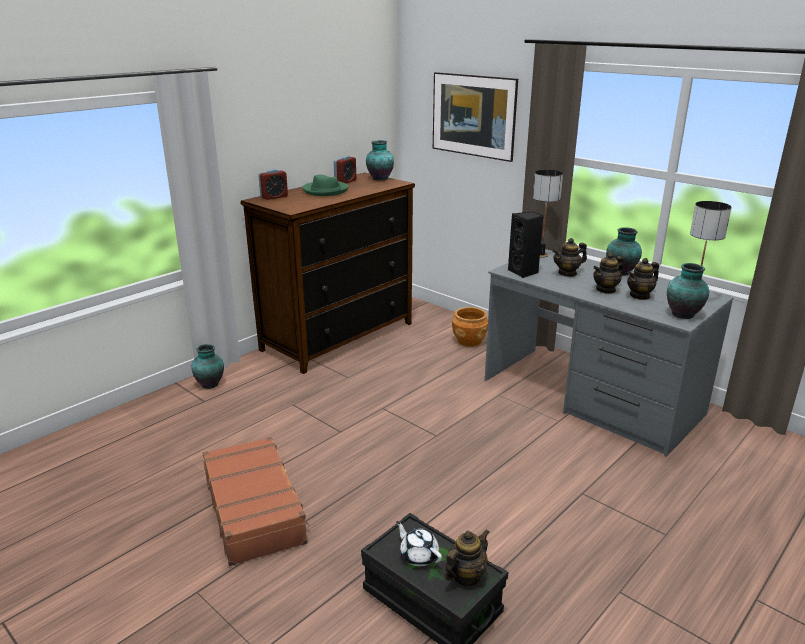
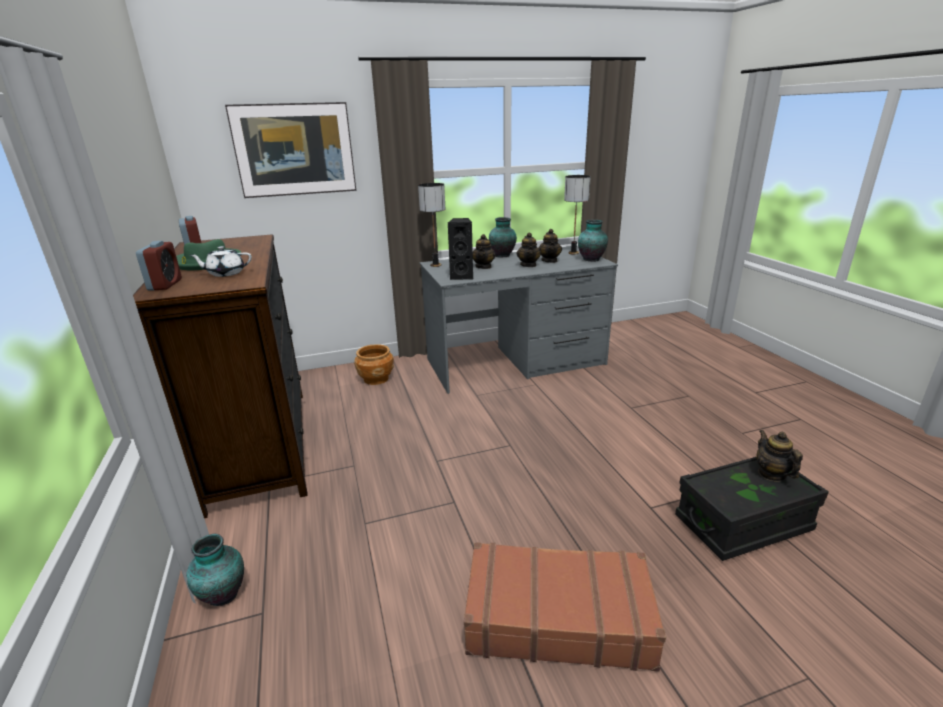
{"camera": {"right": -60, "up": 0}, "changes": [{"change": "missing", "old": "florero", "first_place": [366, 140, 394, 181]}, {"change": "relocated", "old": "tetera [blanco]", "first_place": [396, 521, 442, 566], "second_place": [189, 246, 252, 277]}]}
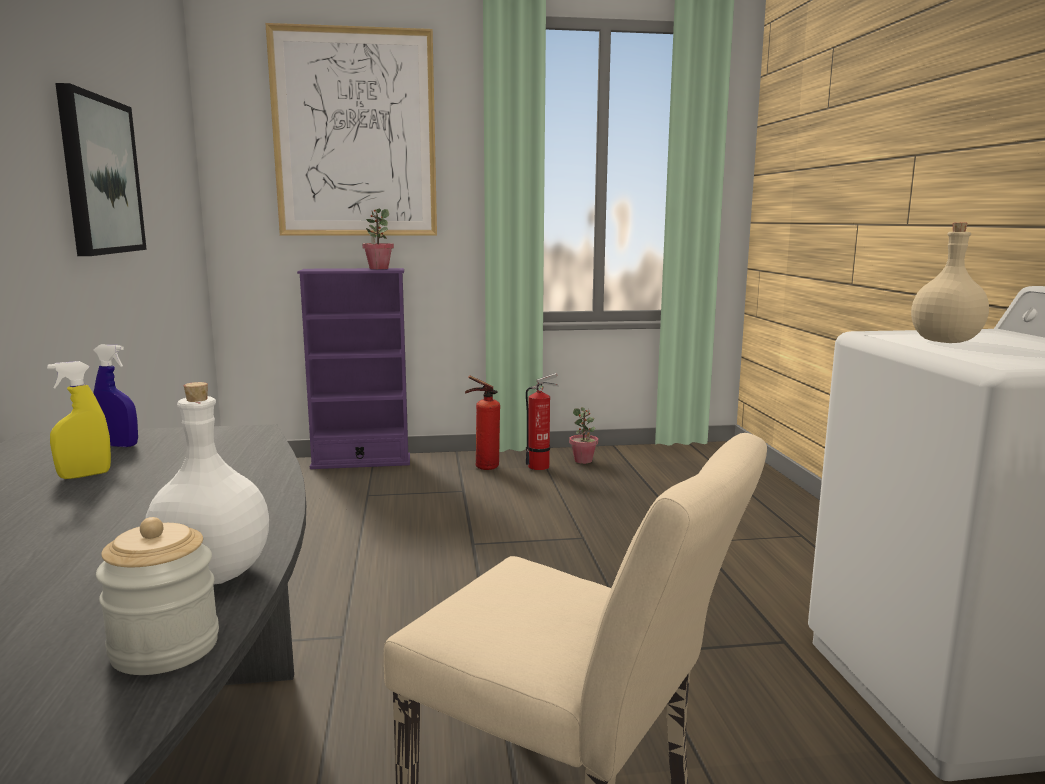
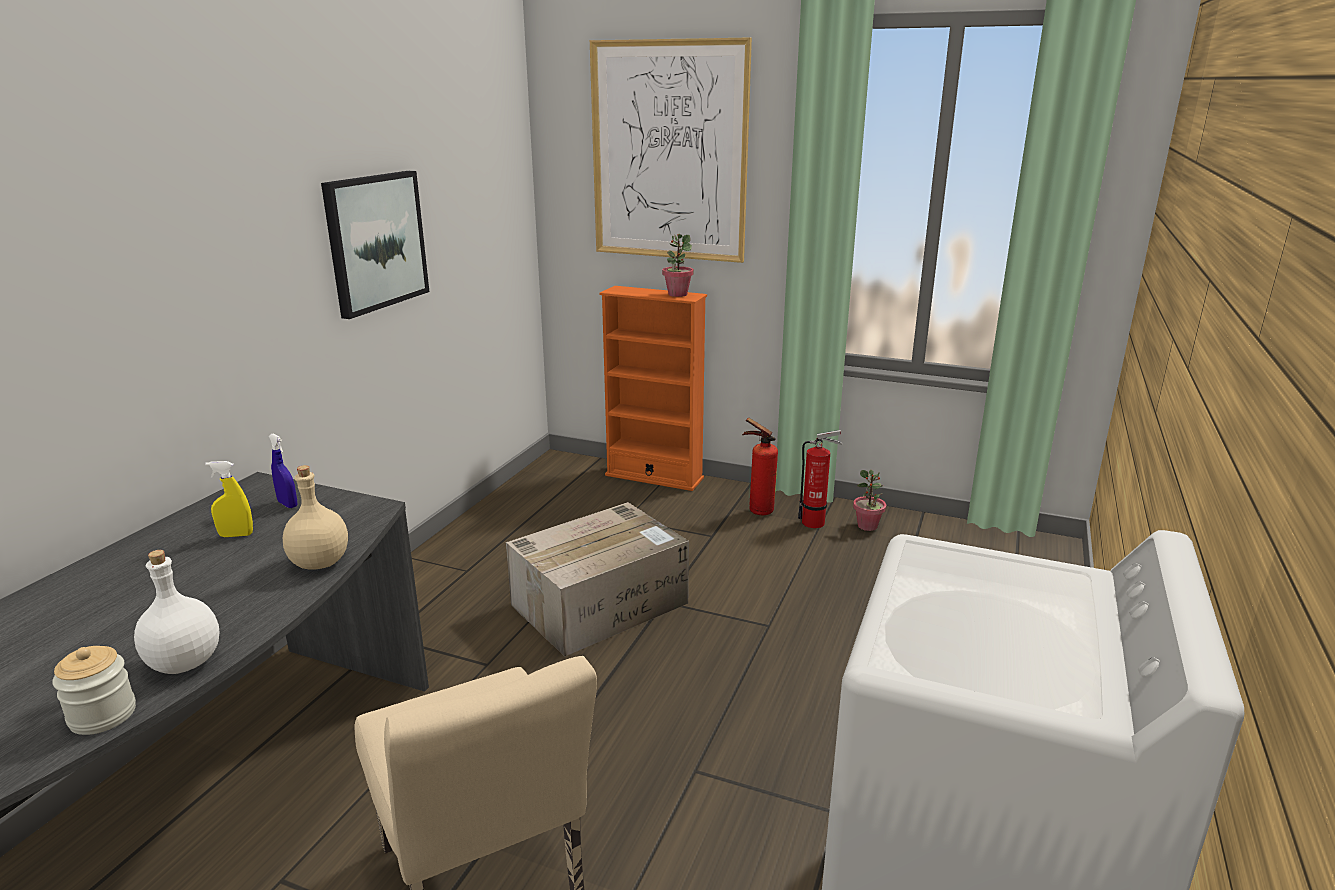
{"camera": {"right": 30, "up": 10}, "changes": [{"change": "relocated", "old": "botella [beis]", "first_place": [911, 222, 989, 343], "second_place": [283, 465, 348, 569]}, {"change": "colour", "old": "estantería [morado]", "new": "estantería [naranja]", "first_place": [297, 268, 410, 469], "second_place": [599, 286, 707, 491]}, {"change": "appeared", "new": "caja de cartón", "second_place": [506, 502, 689, 657]}]}
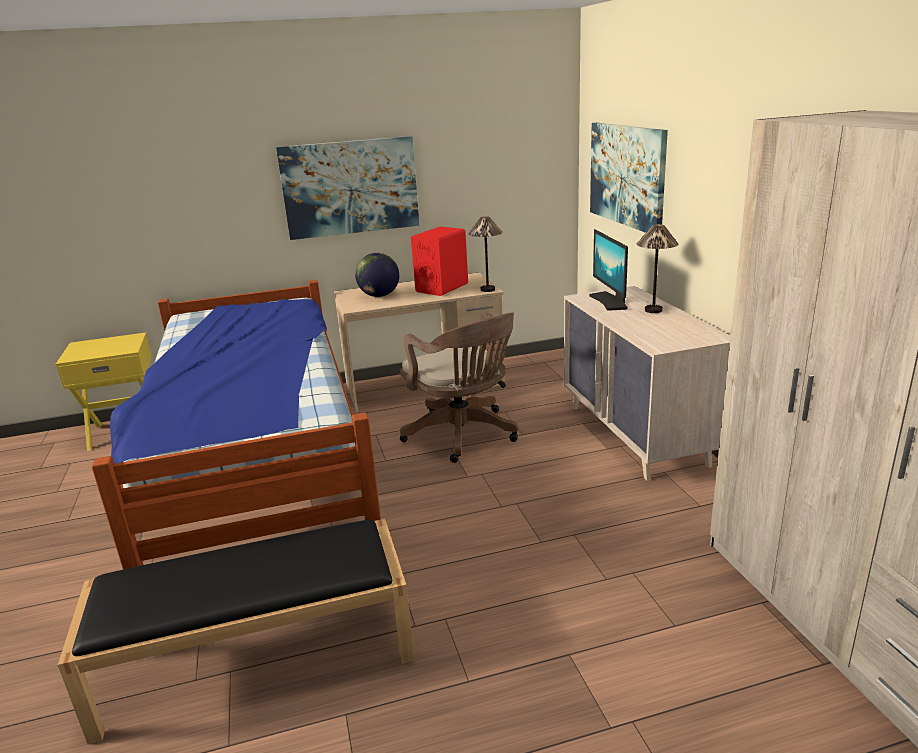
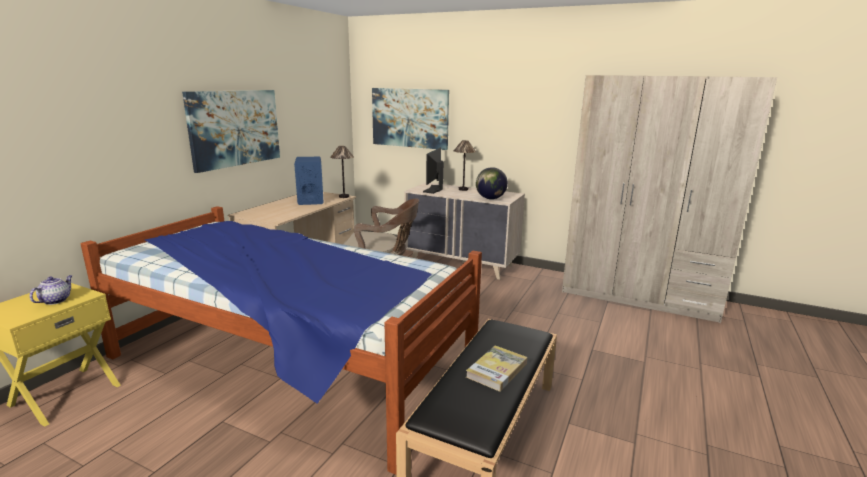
{"camera": {"right": -50, "up": -5}, "changes": [{"change": "colour", "old": "altavoz [rojo]", "new": "altavoz [azul]", "first_place": [411, 227, 468, 296], "second_place": [294, 157, 323, 205]}, {"change": "spun", "old": "monitor", "first_place": [589, 229, 628, 311], "second_place": [423, 147, 444, 194], "degrees": 75}, {"change": "relocated", "old": "globo terráqueo", "first_place": [355, 253, 399, 297], "second_place": [476, 167, 508, 199]}, {"change": "appeared", "new": "tetera", "second_place": [30, 275, 73, 305]}, {"change": "appeared", "new": "libro", "second_place": [466, 346, 527, 392]}]}
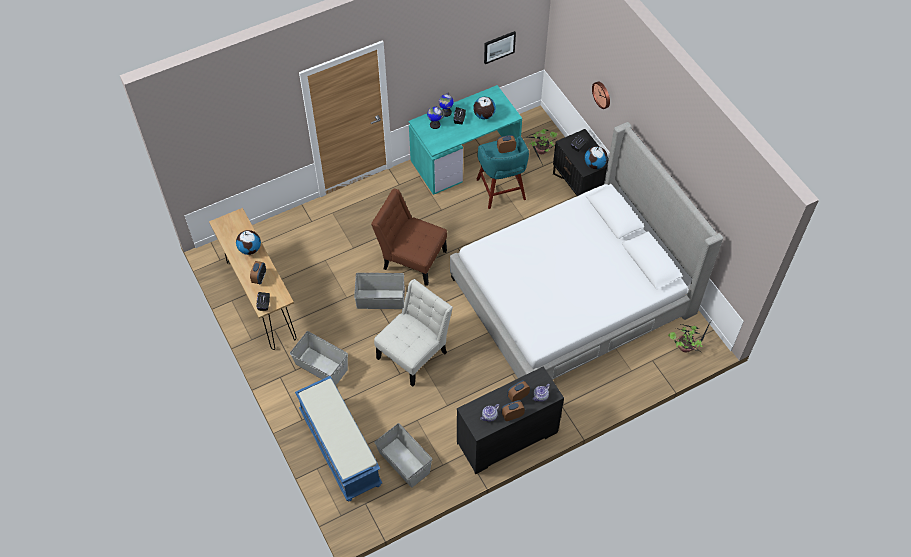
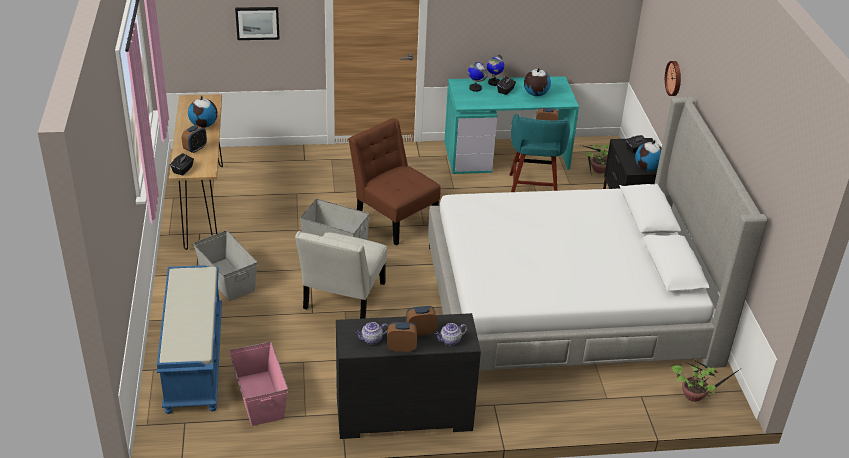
{"camera": {"right": 20, "up": -20}, "changes": [{"change": "relocated", "old": "cuadro", "first_place": [484, 31, 516, 64], "second_place": [235, 7, 280, 40]}, {"change": "spun", "old": "silla [blanco]", "first_place": [374, 279, 453, 387], "second_place": [295, 231, 387, 319], "degrees": 135}, {"change": "colour", "old": "caja de almacenaje [gris]", "new": "caja de almacenaje [rosa]", "first_place": [374, 423, 432, 488], "second_place": [229, 342, 288, 426]}]}
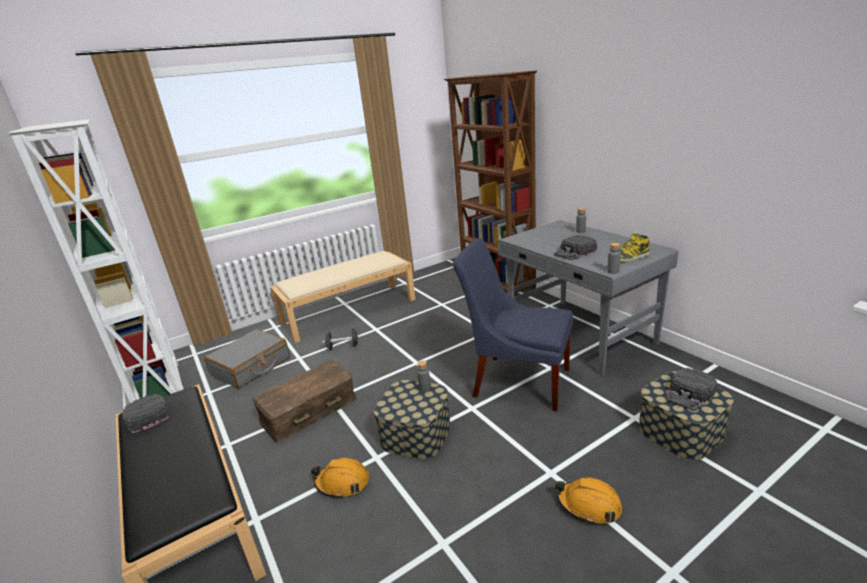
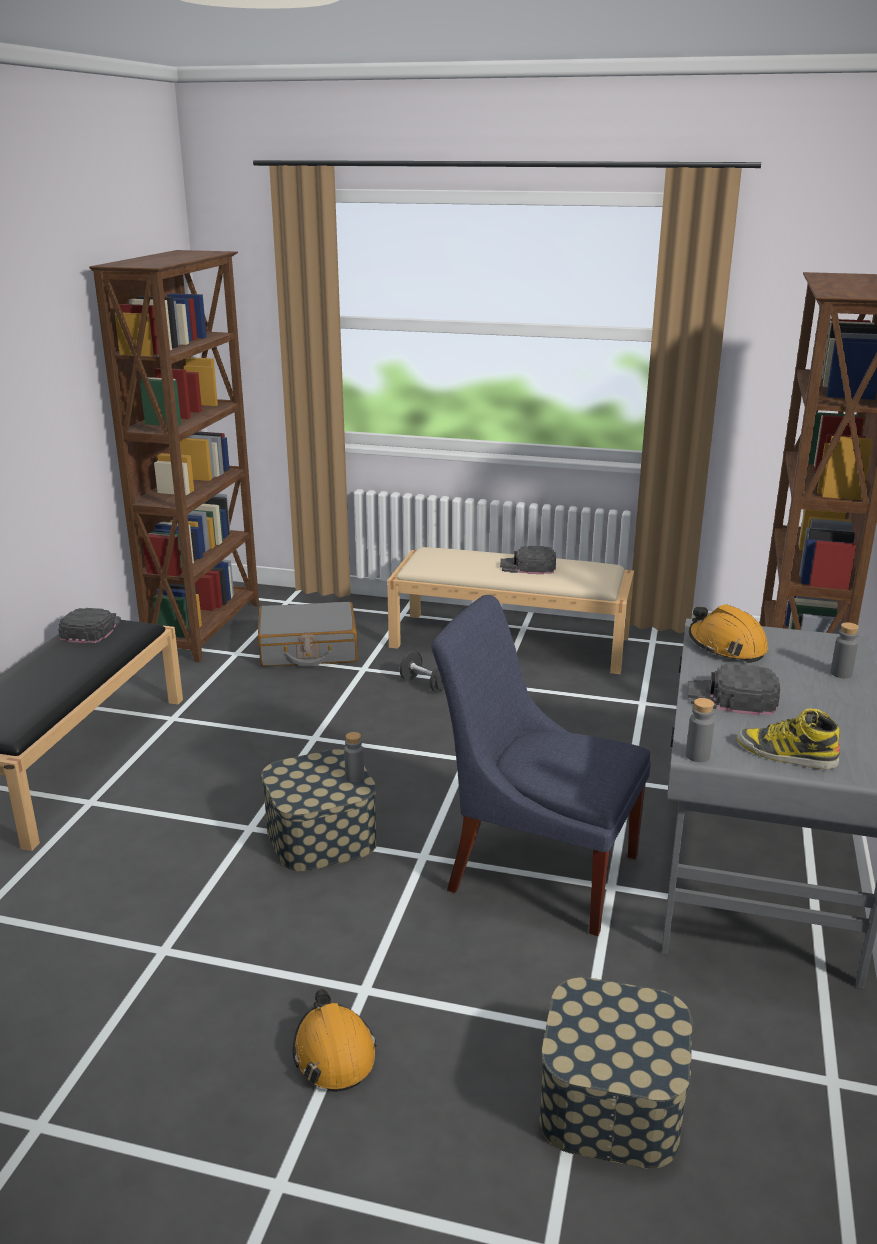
{"camera": {"right": 45, "up": 0}, "changes": [{"change": "colour", "old": "estantería [blanco]", "new": "estantería [marrón]", "first_place": [9, 119, 184, 404], "second_place": [89, 250, 259, 662]}, {"change": "spun", "old": "silla [azul]", "first_place": [453, 238, 573, 411], "second_place": [432, 595, 651, 936], "degrees": -45}, {"change": "missing", "old": "caja de almacenaje [marrón]", "first_place": [252, 360, 357, 443]}, {"change": "relocated", "old": "gorra [negro]", "first_place": [665, 368, 717, 411], "second_place": [500, 546, 556, 574]}, {"change": "relocated", "old": "casco [naranja]", "first_place": [311, 458, 369, 499], "second_place": [689, 604, 768, 663]}]}
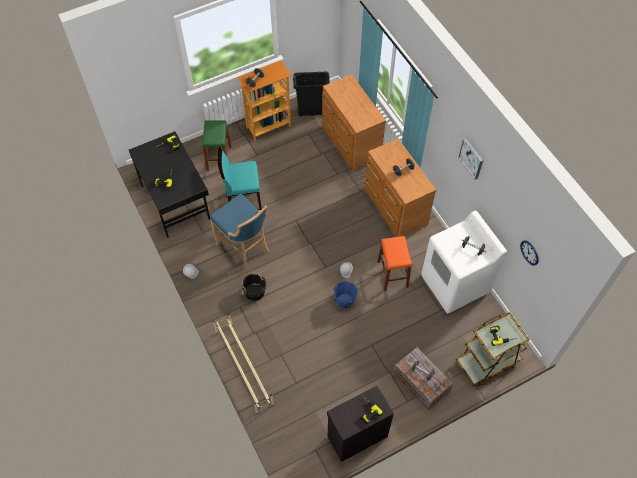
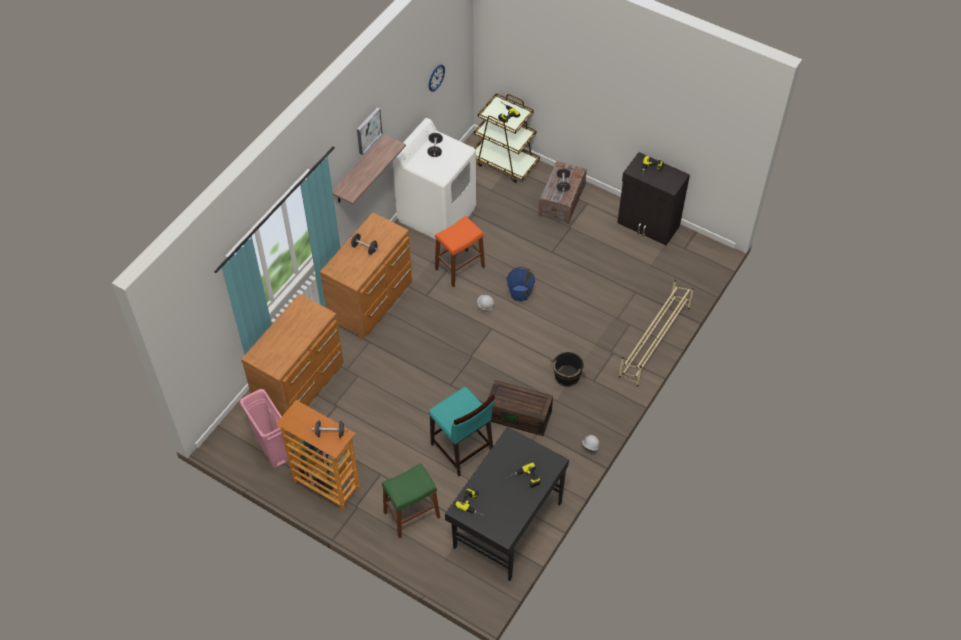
{"camera": {"right": -120, "up": -5}, "changes": [{"change": "colour", "old": "papelera [negro]", "new": "papelera [rosa]", "first_place": [293, 71, 330, 116], "second_place": [240, 389, 288, 468]}, {"change": "exchanged", "old": "taburete [azul]", "new": "caja de almacenaje [marrón]", "first_place": [210, 194, 269, 269], "second_place": [487, 380, 553, 436]}, {"change": "appeared", "new": "estante", "second_place": [332, 135, 406, 205]}]}
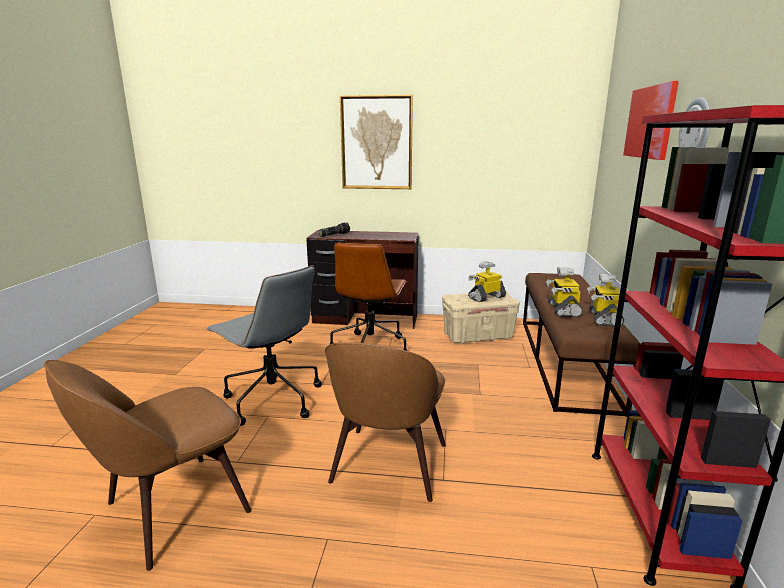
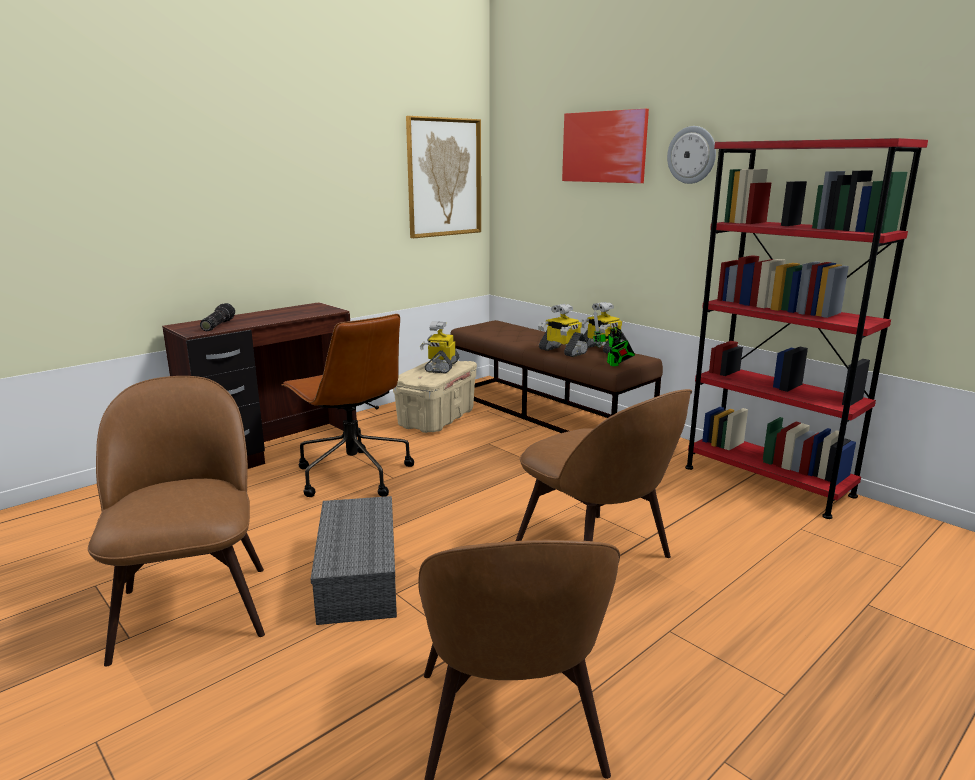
{"camera": {"right": -50, "up": 0}, "changes": [{"change": "relocated", "old": "cuadro", "first_place": [340, 95, 413, 189], "second_place": [406, 116, 481, 238]}, {"change": "exchanged", "old": "silla de oficina [gris]", "new": "caja de almacenaje [gris]", "first_place": [206, 265, 322, 426], "second_place": [311, 496, 397, 625]}, {"change": "appeared", "new": "robot de juguete", "second_place": [593, 311, 635, 366]}, {"change": "appeared", "new": "silla [marrón]", "second_place": [88, 376, 265, 667]}]}
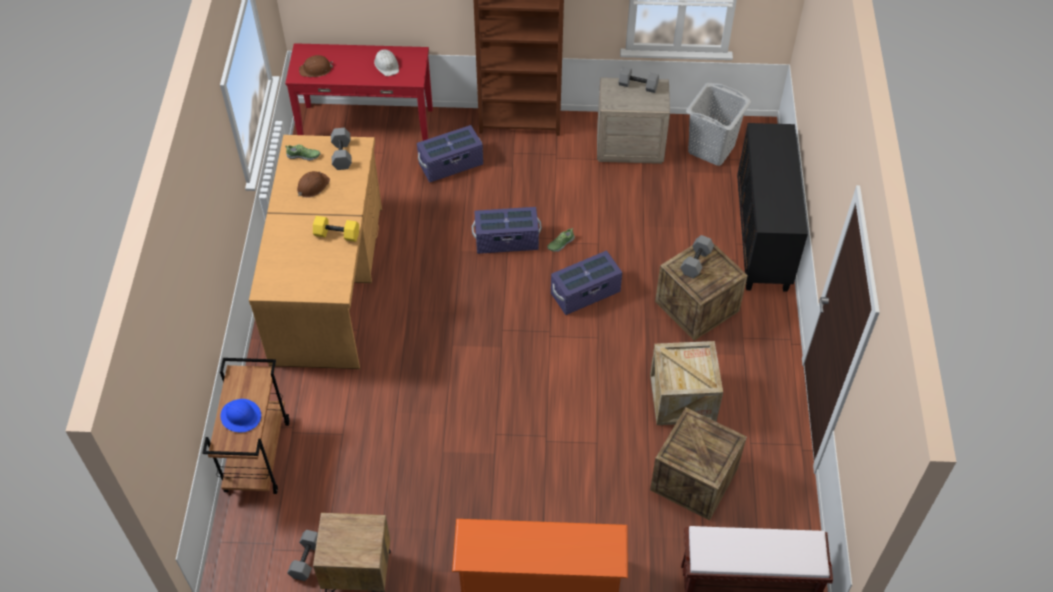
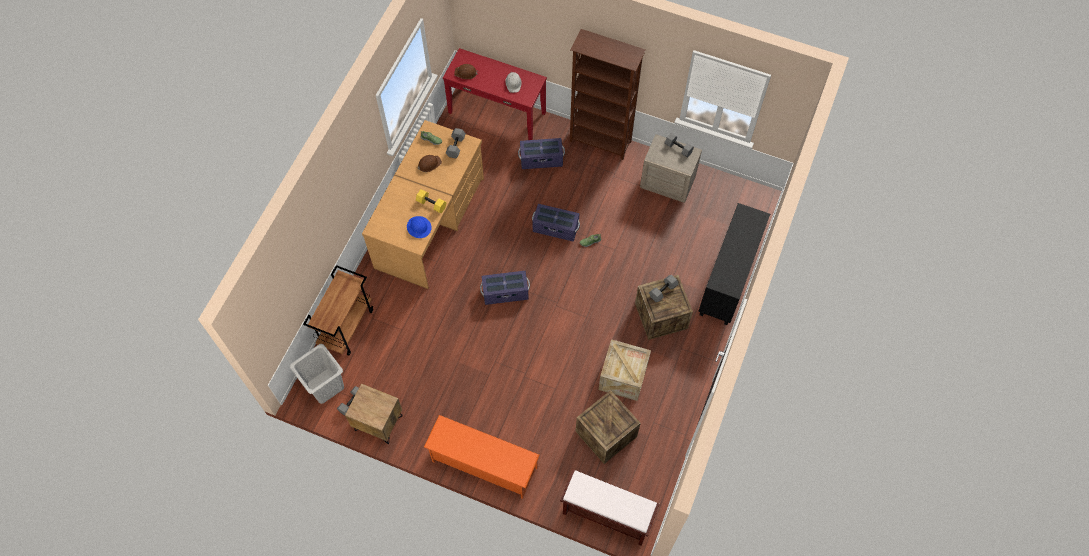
{"camera": {"right": 20, "up": 10}, "changes": [{"change": "relocated", "old": "cesto de la ropa [gris]", "first_place": [686, 82, 751, 166], "second_place": [290, 344, 344, 404]}, {"change": "relocated", "old": "caja de almacenaje [morado]", "first_place": [551, 251, 622, 315], "second_place": [480, 271, 530, 305]}, {"change": "relocated", "old": "casco [azul]", "first_place": [221, 399, 261, 433], "second_place": [407, 216, 431, 238]}]}
